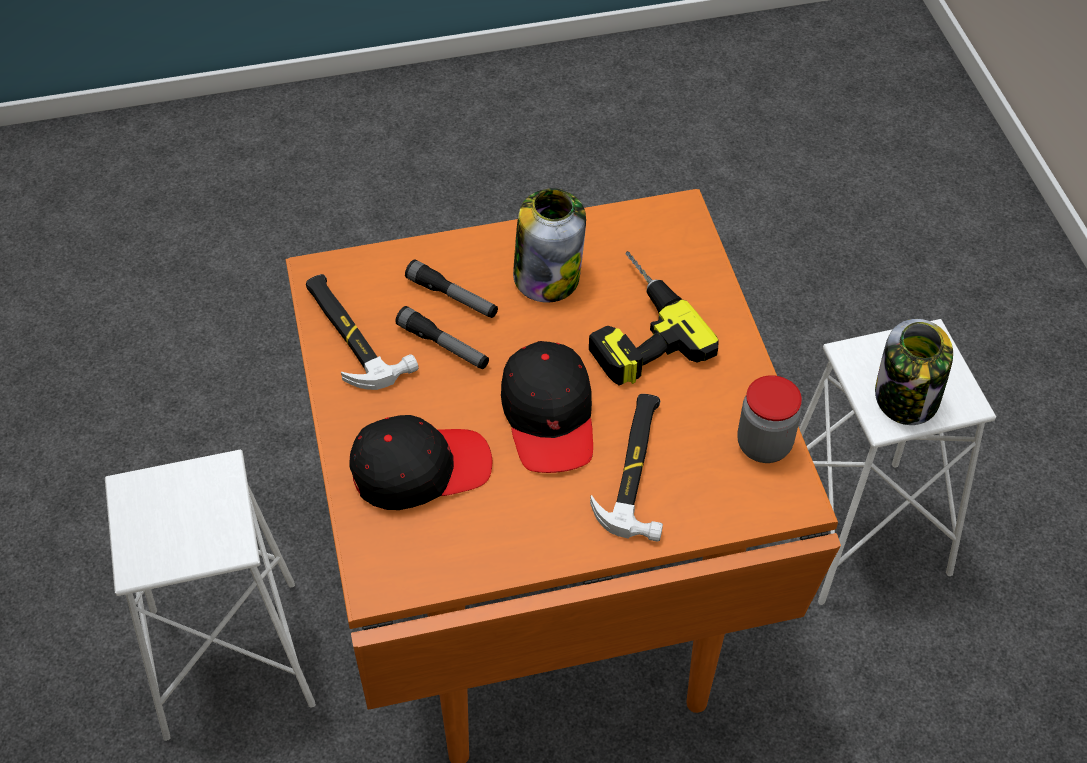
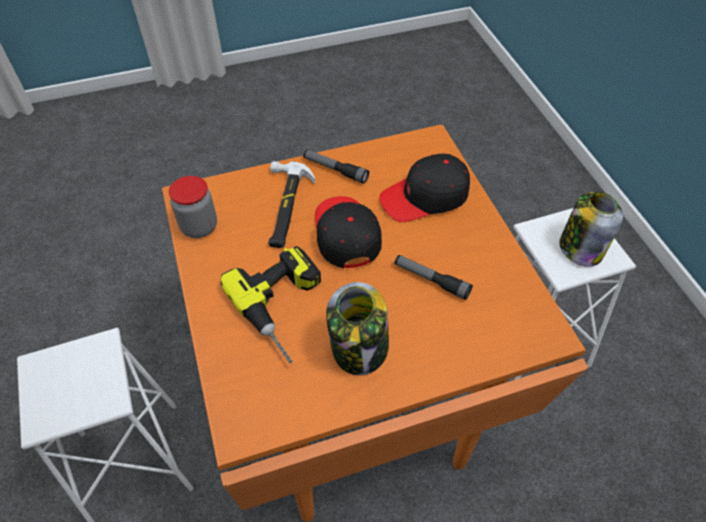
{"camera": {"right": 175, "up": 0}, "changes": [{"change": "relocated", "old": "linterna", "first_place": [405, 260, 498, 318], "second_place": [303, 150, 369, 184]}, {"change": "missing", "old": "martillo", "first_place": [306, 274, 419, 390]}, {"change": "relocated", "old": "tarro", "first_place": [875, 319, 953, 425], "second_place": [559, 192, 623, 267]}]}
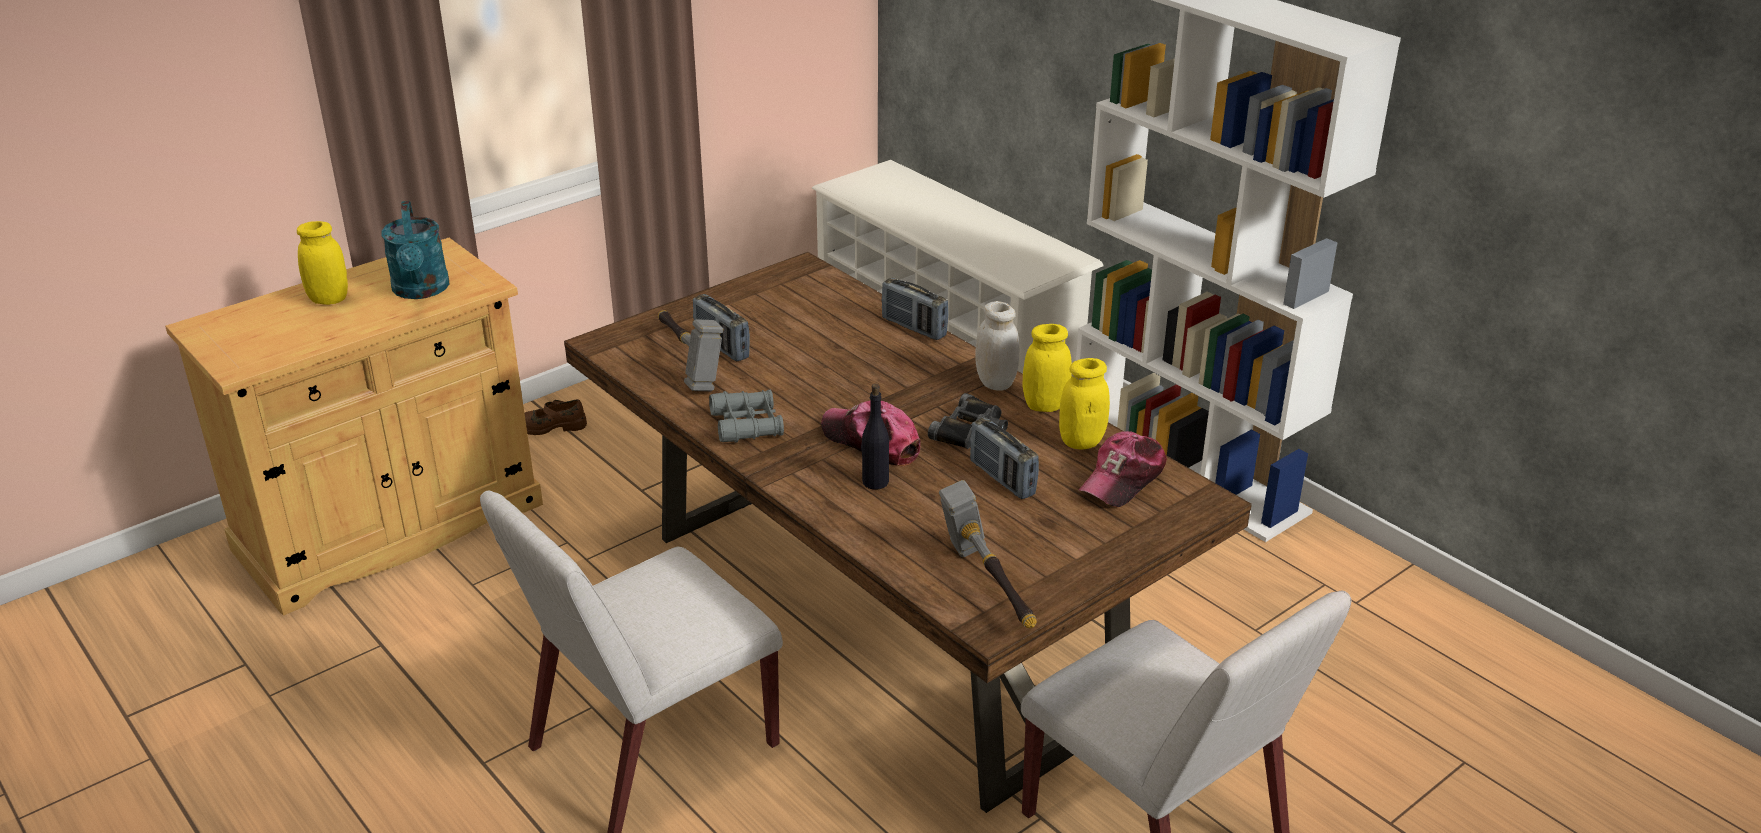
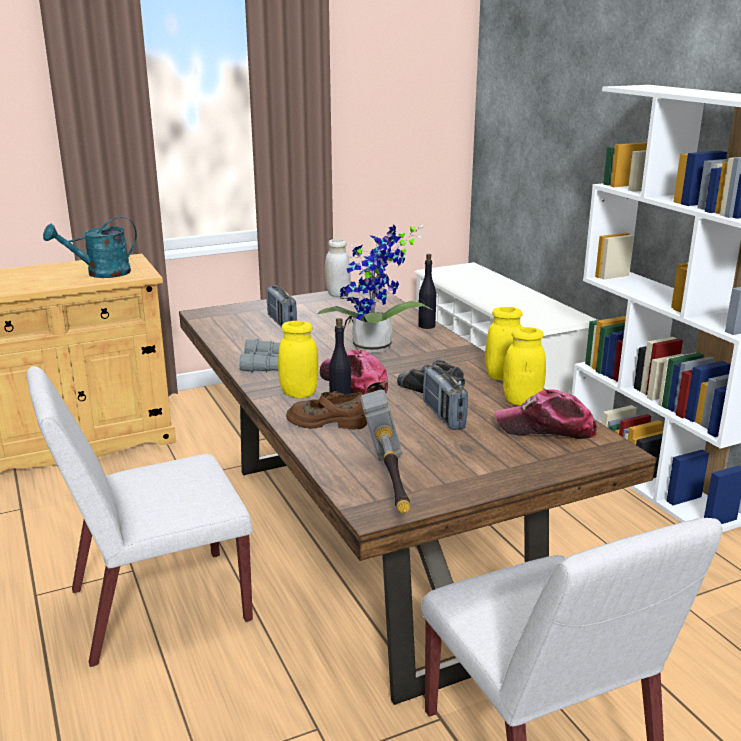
{"camera": {"right": 15, "up": -10}, "changes": [{"change": "spun", "old": "regadera [turquesa]", "first_place": [381, 201, 449, 299], "second_place": [43, 216, 137, 278], "degrees": 60}, {"change": "relocated", "old": "tarro [amarillo]", "first_place": [297, 221, 348, 305], "second_place": [278, 321, 319, 398]}, {"change": "exchanged", "old": "radio", "new": "botella [negro]", "first_place": [882, 278, 948, 340], "second_place": [418, 254, 436, 329]}, {"change": "relocated", "old": "tarro [blanco]", "first_place": [976, 301, 1019, 391], "second_place": [325, 239, 350, 297]}, {"change": "missing", "old": "martillo", "first_place": [658, 310, 723, 391]}, {"change": "relocated", "old": "zapato [marrón]", "first_place": [525, 399, 587, 435], "second_place": [286, 391, 367, 430]}, {"change": "spun", "old": "gorra", "first_place": [1079, 431, 1167, 507], "second_place": [495, 389, 597, 439], "degrees": 45}, {"change": "appeared", "new": "planta en maceta", "second_place": [318, 224, 433, 353]}]}
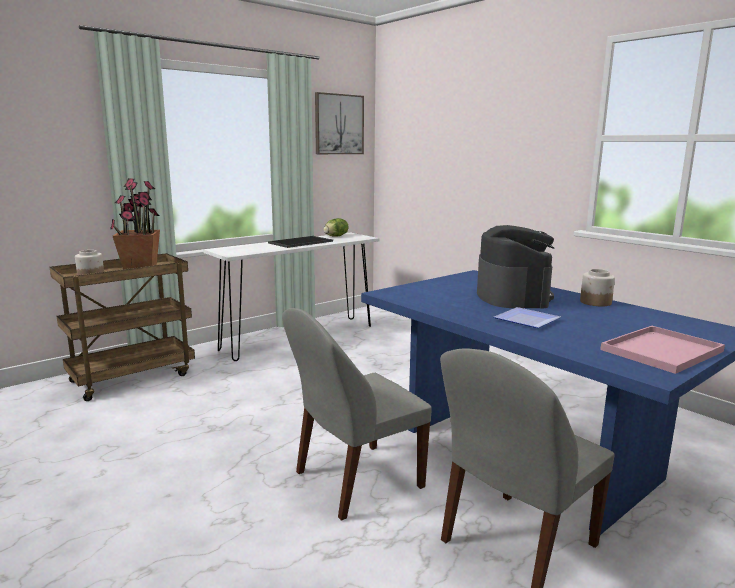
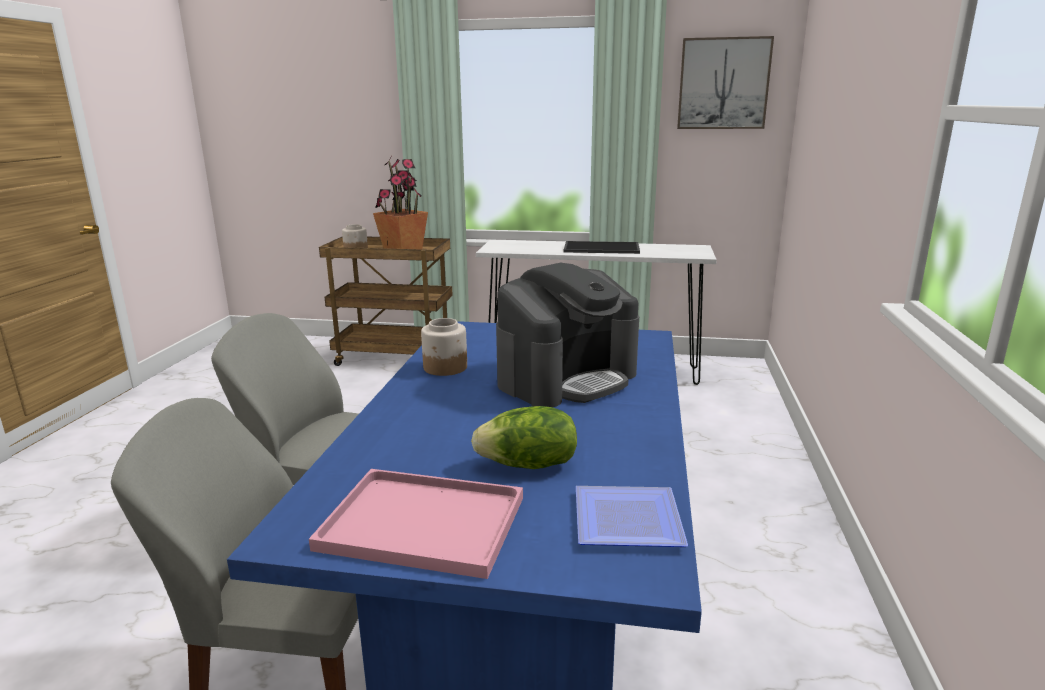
{"camera": {"right": 50, "up": 5}, "changes": [{"change": "relocated", "old": "lechuga", "first_place": [324, 218, 349, 237], "second_place": [471, 406, 577, 469]}, {"change": "relocated", "old": "tarro", "first_place": [580, 269, 615, 306], "second_place": [421, 318, 467, 376]}, {"change": "relocated", "old": "plato", "first_place": [494, 307, 560, 328], "second_place": [576, 486, 688, 547]}]}
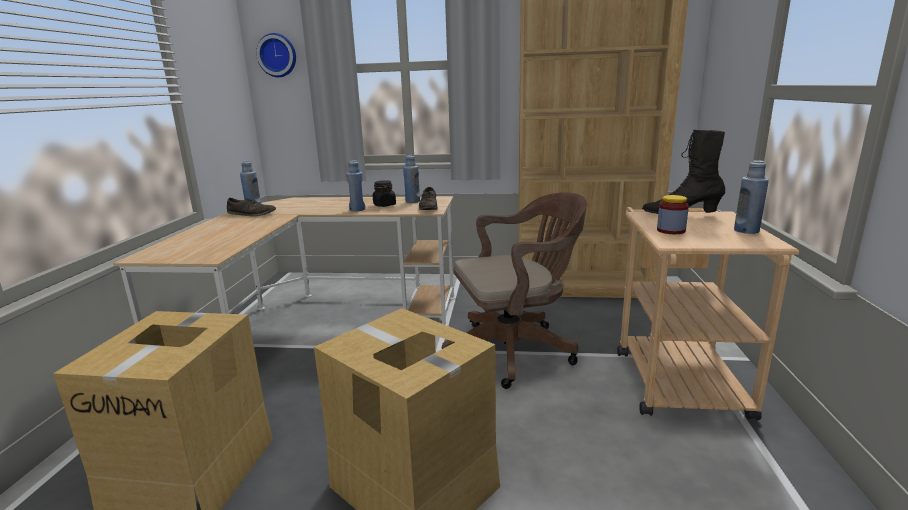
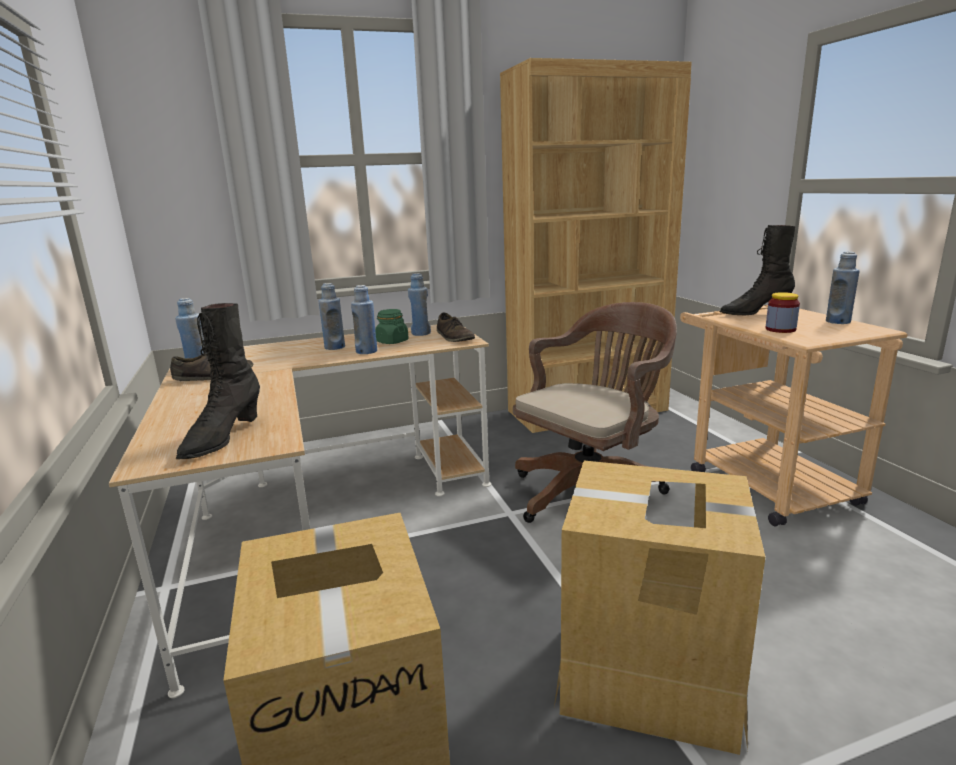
{"camera": {"right": -25, "up": 0}, "changes": [{"change": "missing", "old": "reloj de pared", "first_place": [256, 33, 296, 77]}, {"change": "colour", "old": "tarro [negro]", "new": "tarro [verde]", "first_place": [373, 180, 396, 207], "second_place": [375, 309, 409, 344]}, {"change": "appeared", "new": "botella [azul]", "second_place": [319, 283, 345, 350]}, {"change": "appeared", "new": "bota [negro]", "second_place": [176, 303, 260, 459]}]}
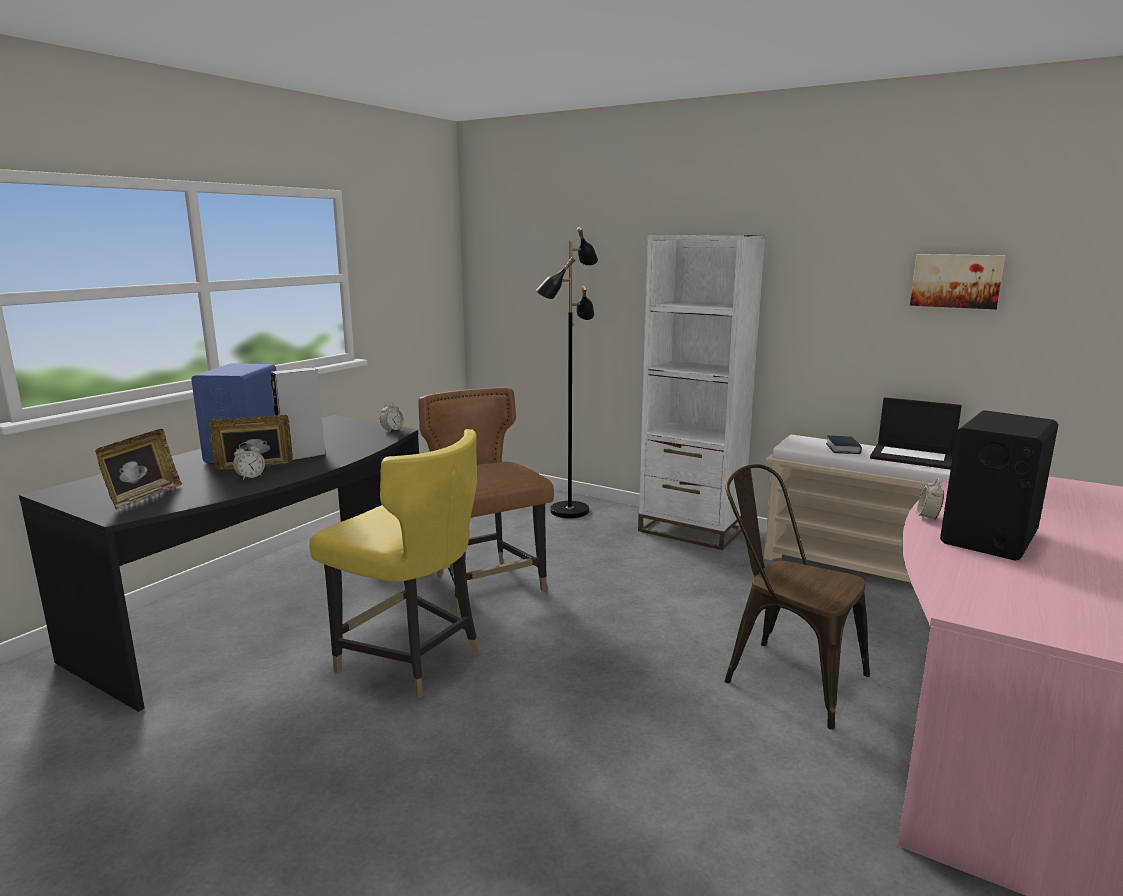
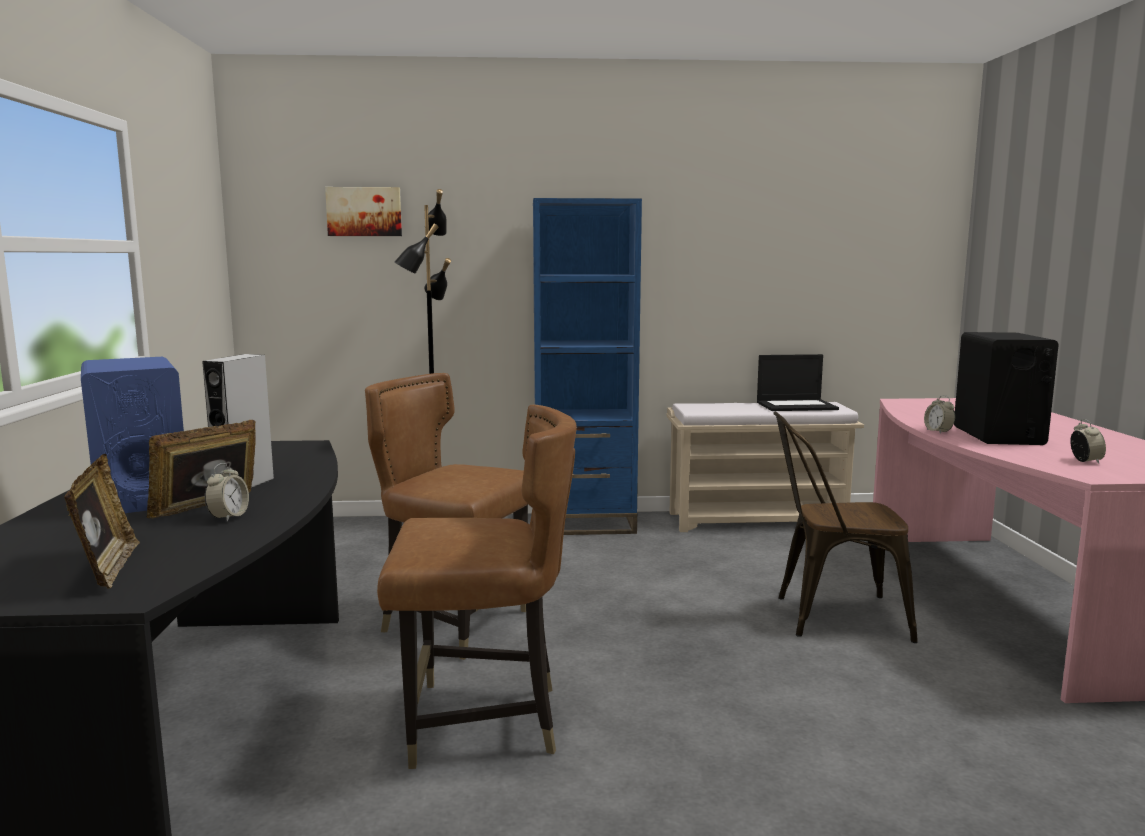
{"camera": {"right": -35, "up": -5}, "changes": [{"change": "colour", "old": "estantería [blanco]", "new": "estantería [azul]", "first_place": [638, 235, 765, 550], "second_place": [533, 198, 642, 535]}, {"change": "relocated", "old": "cuadro", "first_place": [910, 254, 1005, 309], "second_place": [325, 187, 402, 236]}, {"change": "relocated", "old": "despertador", "first_place": [380, 402, 404, 432], "second_place": [1070, 419, 1106, 464]}, {"change": "colour", "old": "silla [amarillo]", "new": "silla [marrón]", "first_place": [309, 429, 480, 698], "second_place": [377, 405, 577, 769]}, {"change": "missing", "old": "libro", "first_place": [826, 436, 862, 454]}]}
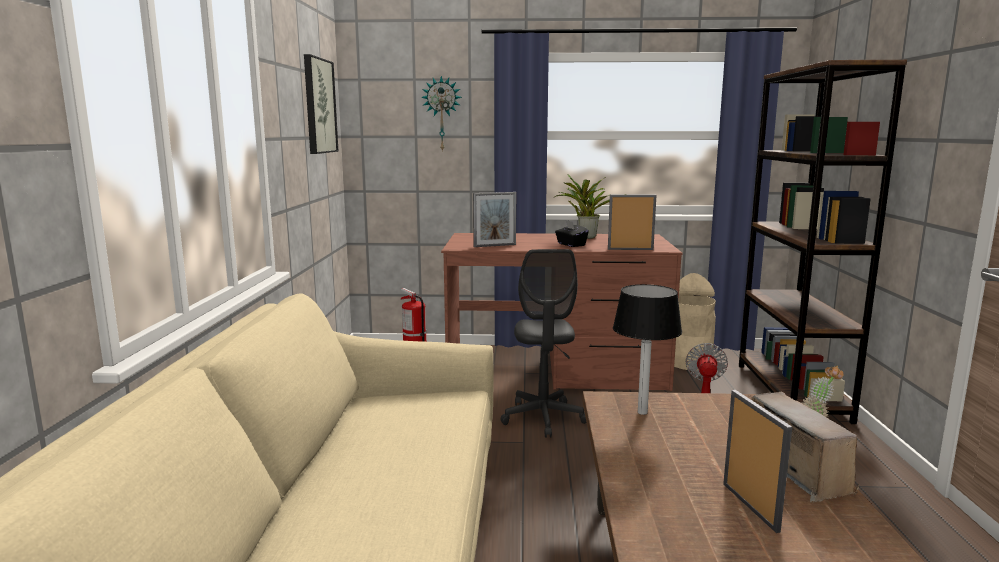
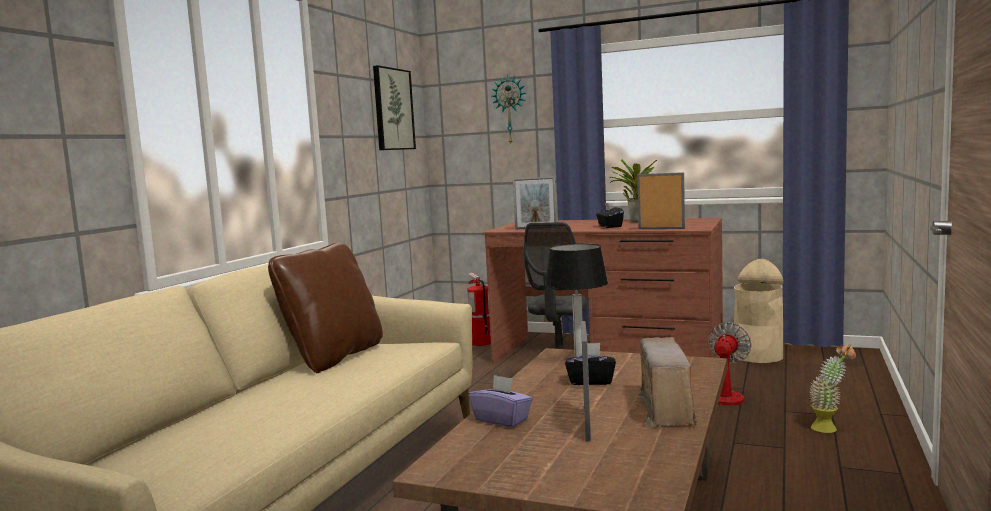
{"camera": {"right": 20, "up": -5}, "changes": [{"change": "missing", "old": "estantería [marrón]", "first_place": [739, 60, 907, 424]}, {"change": "appeared", "new": "cojín [marrón]", "second_place": [268, 243, 383, 373]}, {"change": "appeared", "new": "caja de pañuelos [negro]", "second_place": [565, 343, 616, 385]}, {"change": "appeared", "new": "caja de pañuelos [morado]", "second_place": [469, 375, 533, 428]}]}
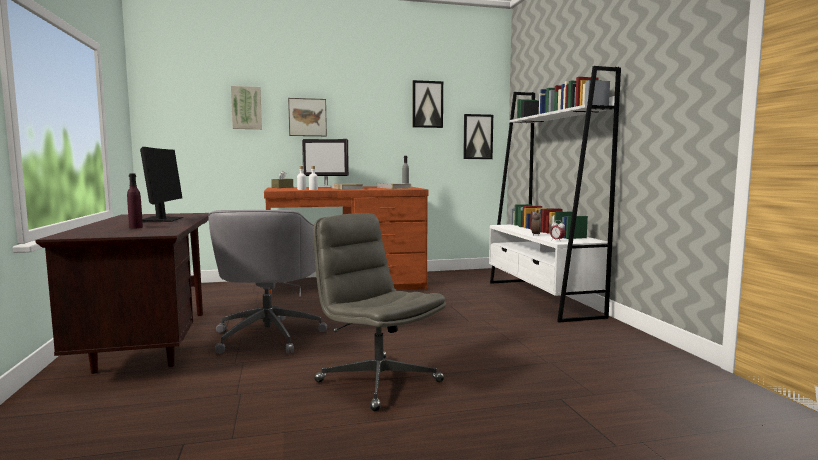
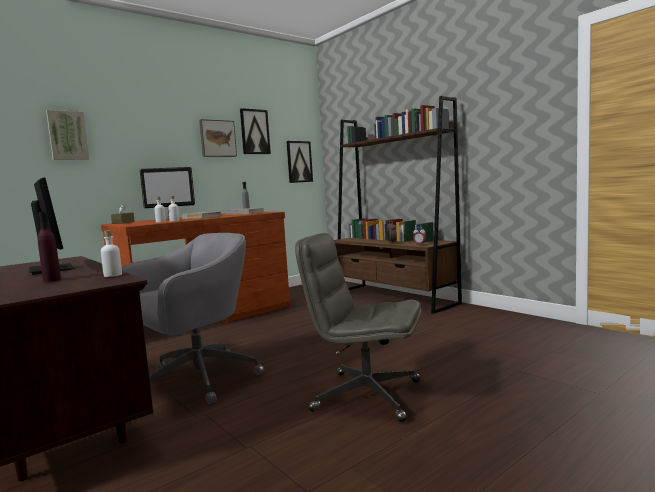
{"camera": {"right": -25, "up": 0}, "changes": [{"change": "colour", "old": "estantería [blanco]", "new": "estantería [marrón]", "first_place": [489, 66, 621, 322], "second_place": [334, 96, 462, 314]}, {"change": "relocated", "old": "cuadro", "first_place": [288, 98, 327, 136], "second_place": [199, 119, 237, 157]}, {"change": "spun", "old": "silla de oficina [gris]", "first_place": [208, 210, 327, 354], "second_place": [122, 233, 264, 405], "degrees": -105}, {"change": "appeared", "new": "botella [blanco]", "second_place": [101, 230, 122, 277]}]}
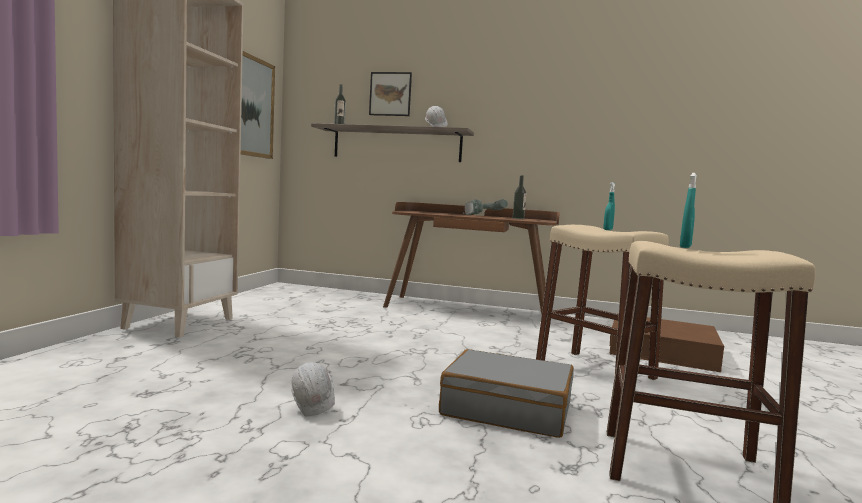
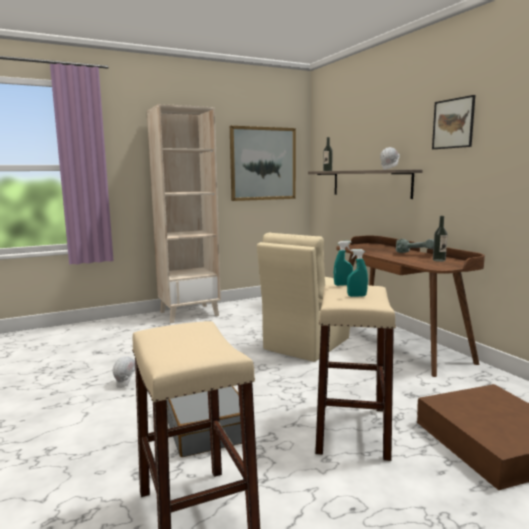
{"camera": {"right": 50, "up": 5}, "changes": [{"change": "relocated", "old": "cuadro", "first_place": [369, 72, 412, 116], "second_place": [432, 95, 475, 149]}, {"change": "relocated", "old": "pulverizador [turquesa]", "first_place": [680, 173, 697, 248], "second_place": [334, 241, 353, 286]}, {"change": "appeared", "new": "silla [beis]", "second_place": [257, 233, 350, 362]}]}
